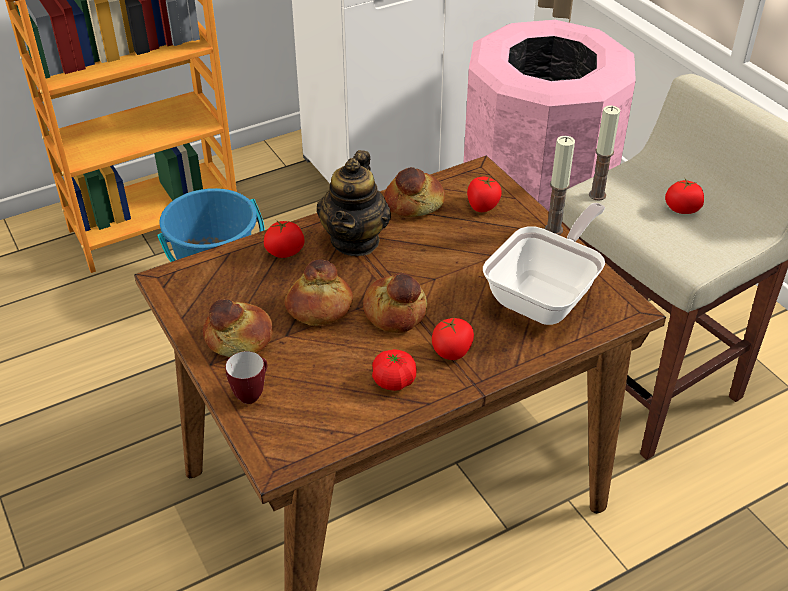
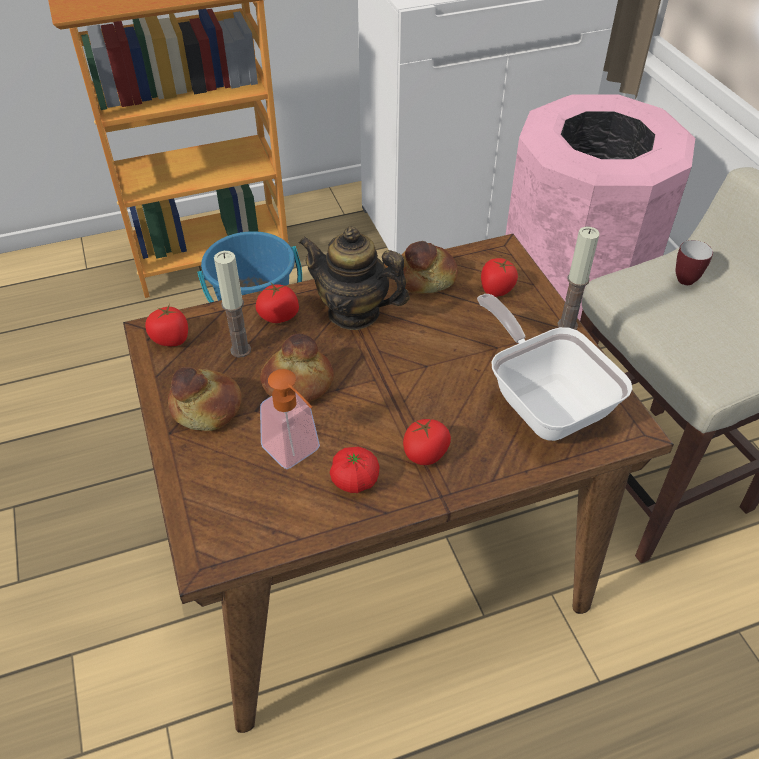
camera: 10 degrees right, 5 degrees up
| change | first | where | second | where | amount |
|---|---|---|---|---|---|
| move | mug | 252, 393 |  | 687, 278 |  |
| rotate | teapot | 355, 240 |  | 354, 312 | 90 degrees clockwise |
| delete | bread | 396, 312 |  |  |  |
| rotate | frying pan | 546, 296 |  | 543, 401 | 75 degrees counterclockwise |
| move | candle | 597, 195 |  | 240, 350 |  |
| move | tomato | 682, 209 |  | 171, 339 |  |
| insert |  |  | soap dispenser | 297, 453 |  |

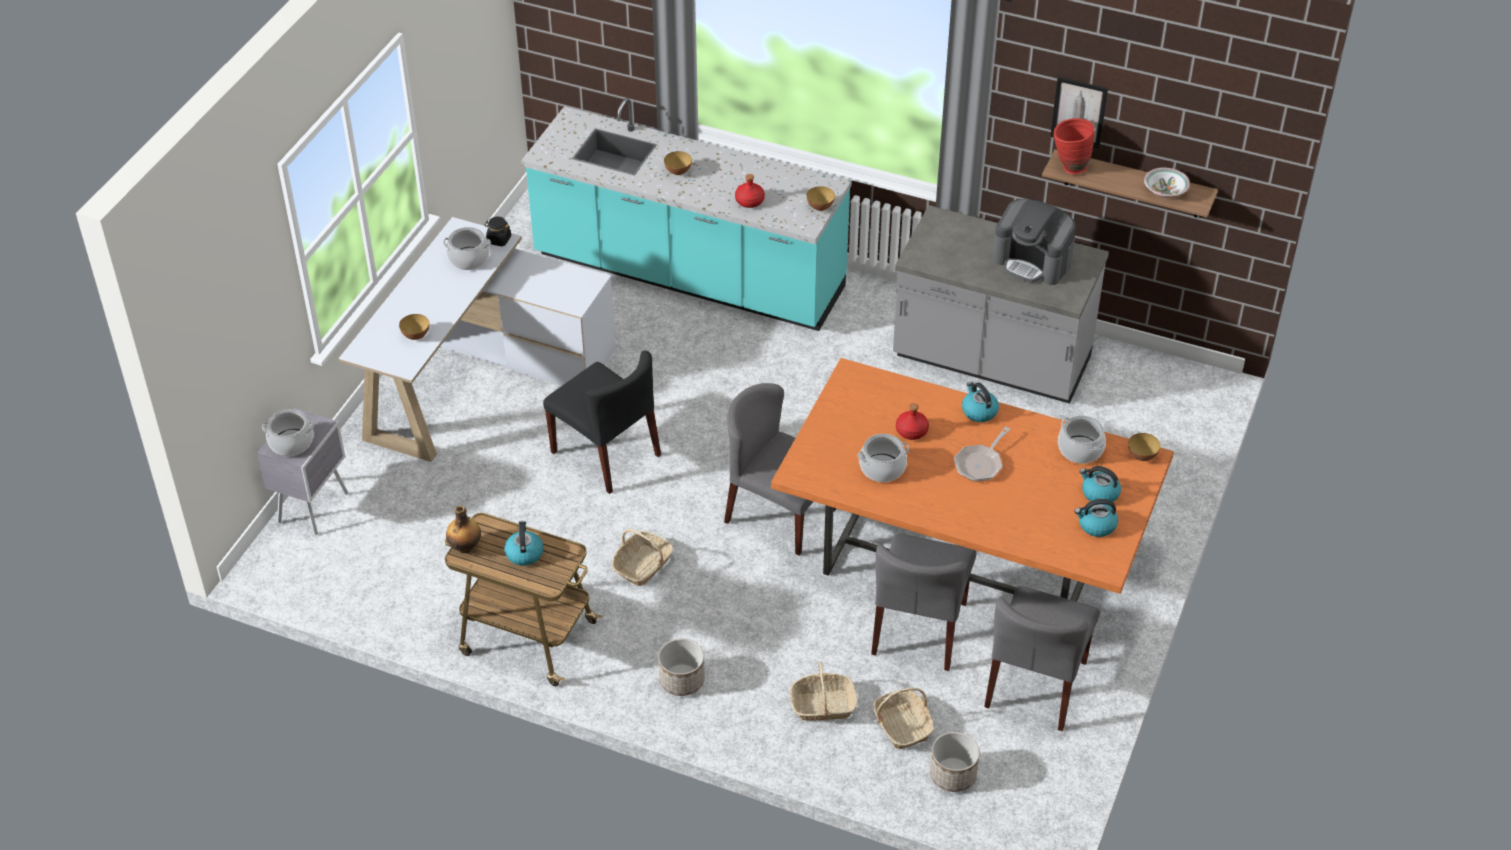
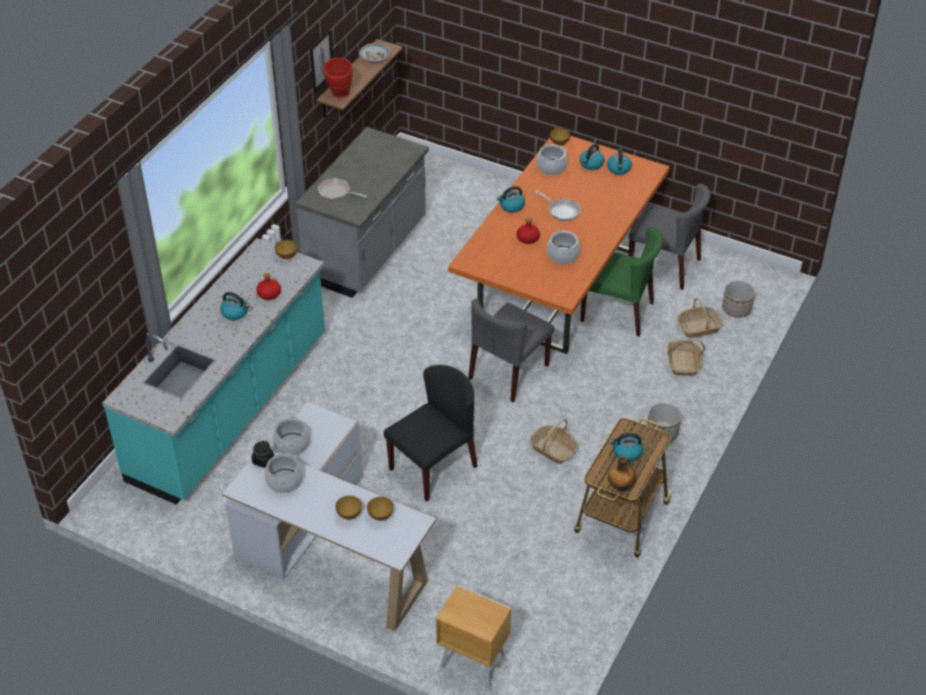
camera: 85 degrees left, 0 degrees up
| change | first | where | second | where | amount |
|---|---|---|---|---|---|
| recolor | nightstand/grey | 315, 507 | nightstand/brown | 472, 663 |  |
| move | cooking pot | 291, 442 |  | 291, 444 |  |
| move | bowl | 678, 172 |  | 349, 515 |  |
| recolor | chair/grey | 920, 629 | chair/green | 618, 312 |  |
| delete | coffee machine | 1032, 261 |  |  |  |
| insert |  |  | kettle | 235, 312 |  |
| insert |  |  | frying pan | 337, 193 |  |

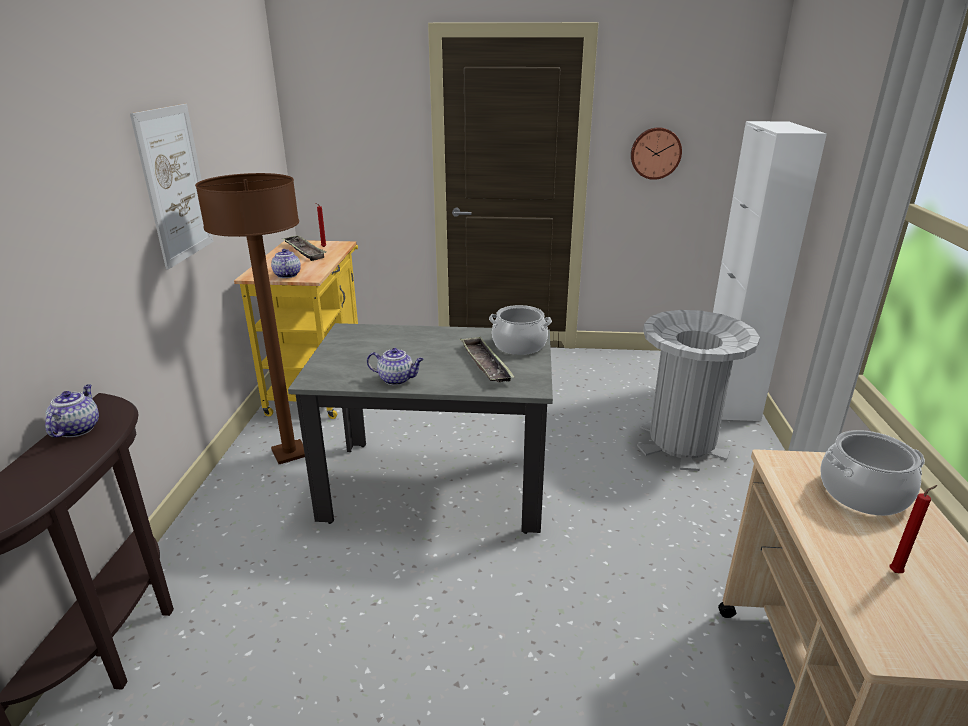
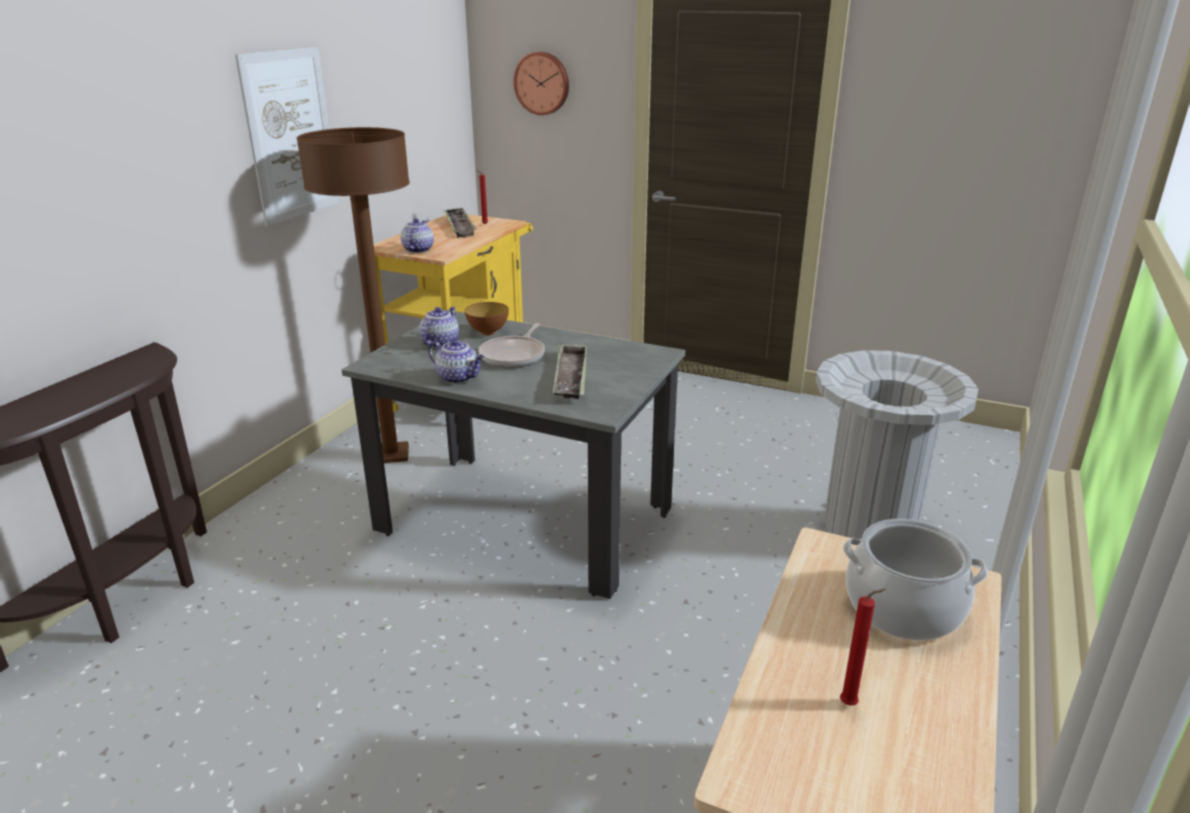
camera: 20 degrees right, 0 degrees up
| change | first | where | second | where | amount |
|---|---|---|---|---|---|
| move | teapot | 77, 429 |  | 440, 343 |  |
| delete | cooking pot | 519, 345 |  |  |  |
| move | wall clock | 655, 153 |  | 542, 83 |  |
| delete | cabinet/white | 729, 398 |  |  |  |
| insert |  |  | bowl | 488, 332 |  |
| insert |  |  | frying pan | 514, 355 |  |

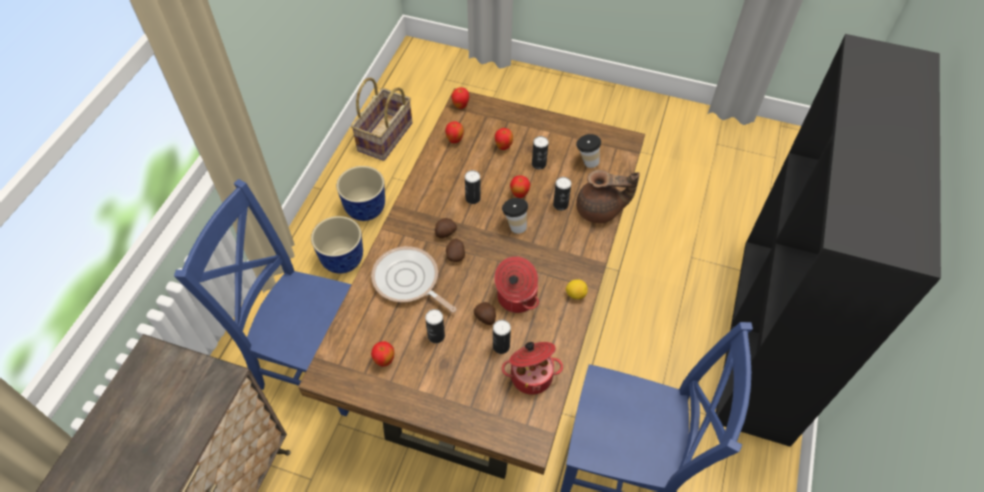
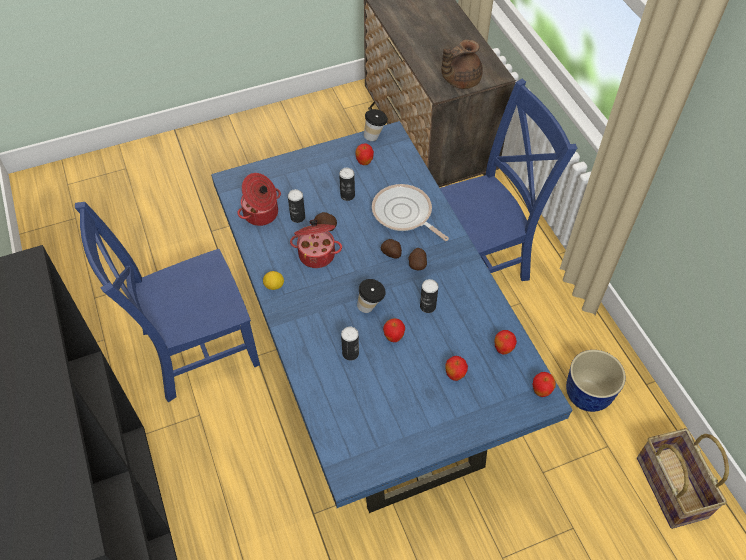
camera: 140 degrees right, 0 degrees up
| change | first | where | second | where | amount |
|---|---|---|---|---|---|
| recolor | dining table/brown | 491, 336 | dining table/blue | 371, 367 |  |
| delete | planter | 343, 260 |  |  |  |
| rotate | frying pan | 408, 281 |  | 404, 214 | 135 degrees counterclockwise |
| delete | can | 539, 164 |  |  |  |
| move | cup | 586, 162 |  | 375, 136 |  |
| move | teapot/brown | 600, 211 |  | 460, 80 |  |

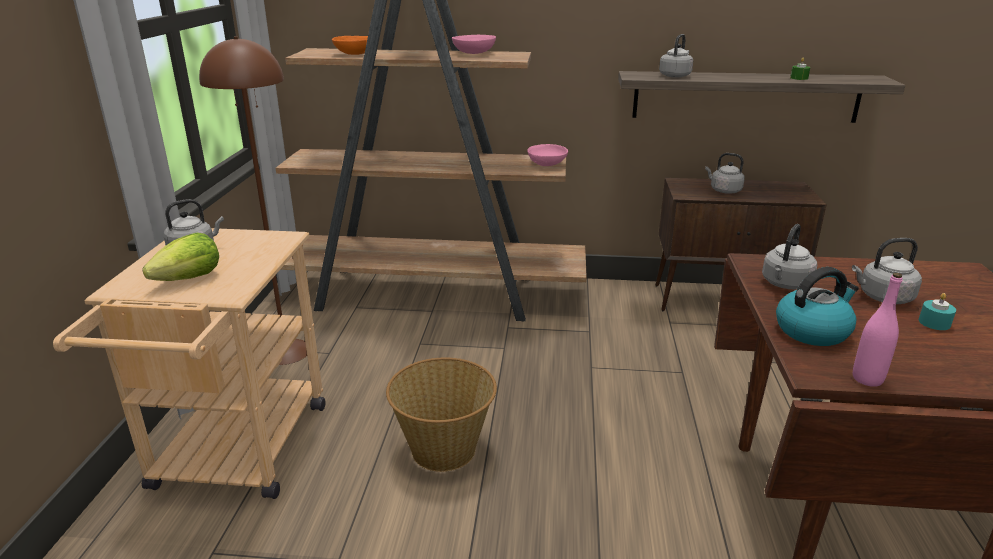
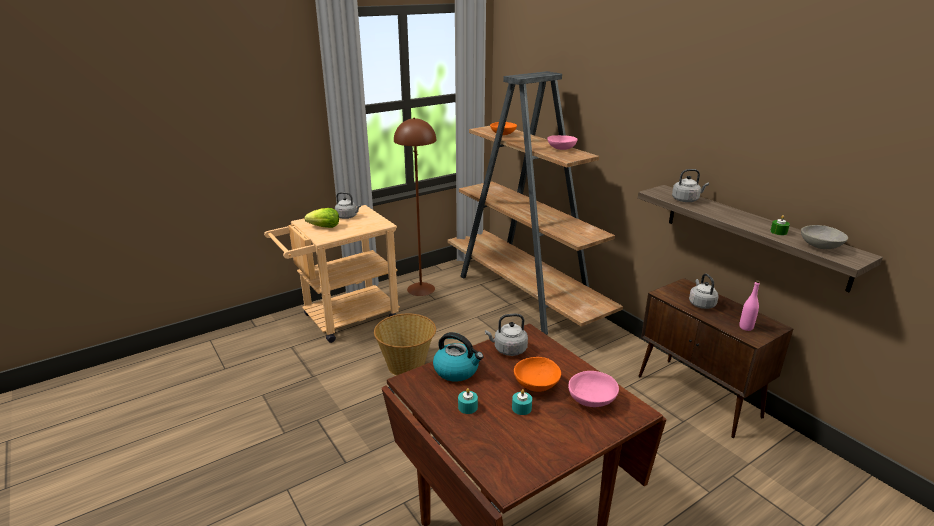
camera: 50 degrees right, 0 degrees up
| change | first | where | second | where | amount |
|---|---|---|---|---|---|
| move | bowl/pink | 547, 164 |  | 592, 400 |  |
| replace | kettle/grey | 882, 297 | bowl/orange | 536, 384 |  |
| move | bottle/pink | 867, 379 |  | 746, 327 |  |
| insert |  |  | candle/turquoise | 467, 407 |  |
| insert |  |  | bowl/grey | 819, 246 |  |

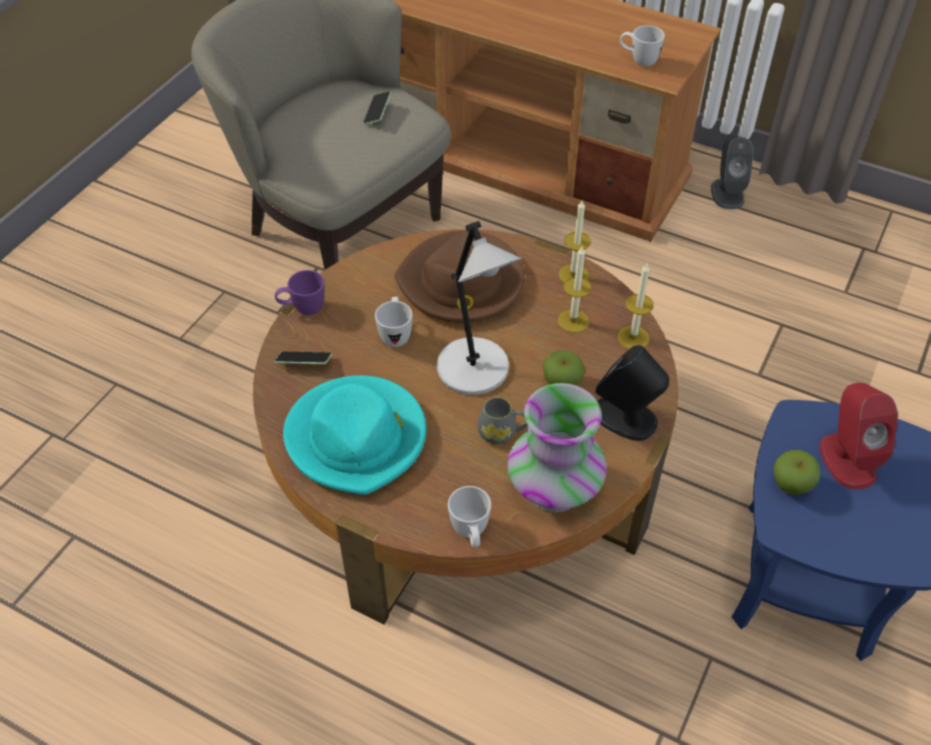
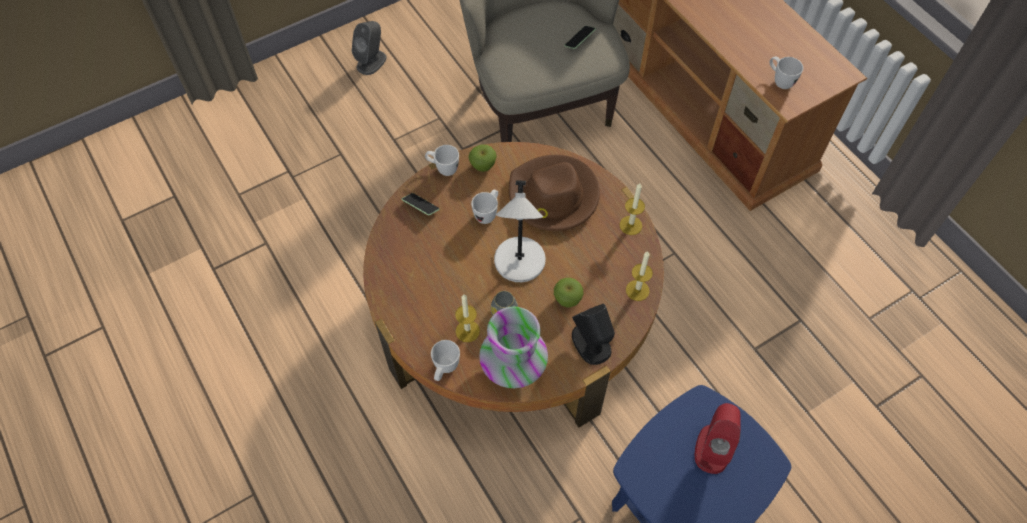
camera: 30 degrees right, 10 degrees up
| change | first | where | second | where | amount |
|---|---|---|---|---|---|
| recolor | mug/purple | 302, 309 | mug/white | 443, 169 |  |
| delete | hat/turquoise | 357, 437 |  |  |  |
| move | candle | 573, 321 |  | 467, 331 |  |
| move | speaker/grey | 727, 193 |  | 371, 61 |  |
| move | apple | 790, 485 |  | 483, 166 |  |

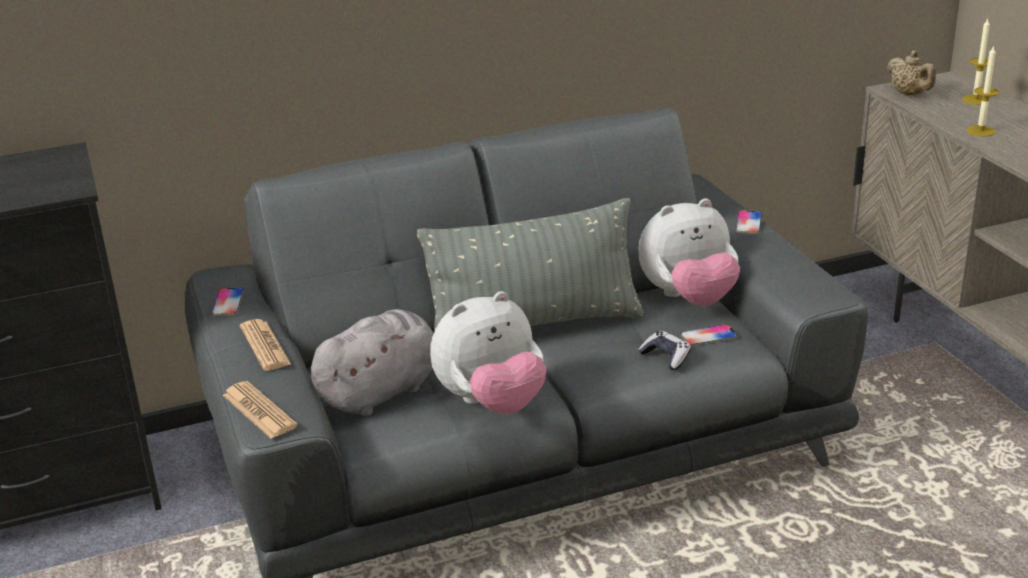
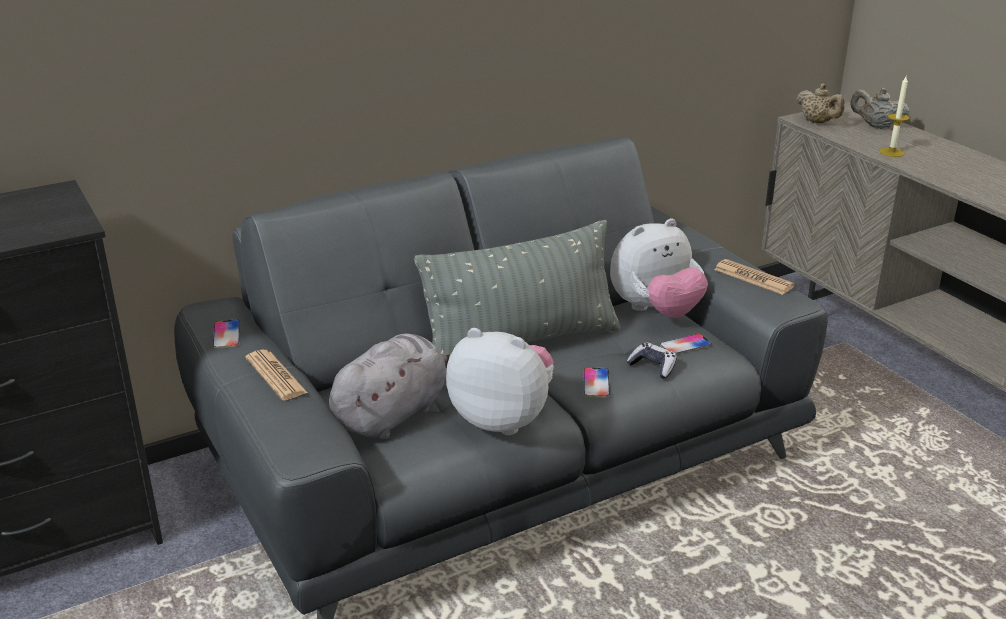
camera: 10 degrees left, 0 degrees up
| change | first | where | second | where | amount |
|---|---|---|---|---|---|
| move | newspaper | 259, 411 |  | 753, 278 |  |
| rotate | plush toy | 491, 403 |  | 503, 419 | 120 degrees counterclockwise |
| move | phone | 748, 223 |  | 596, 383 |  |
| replace | candle | 975, 100 | teapot/beige | 876, 126 |  |

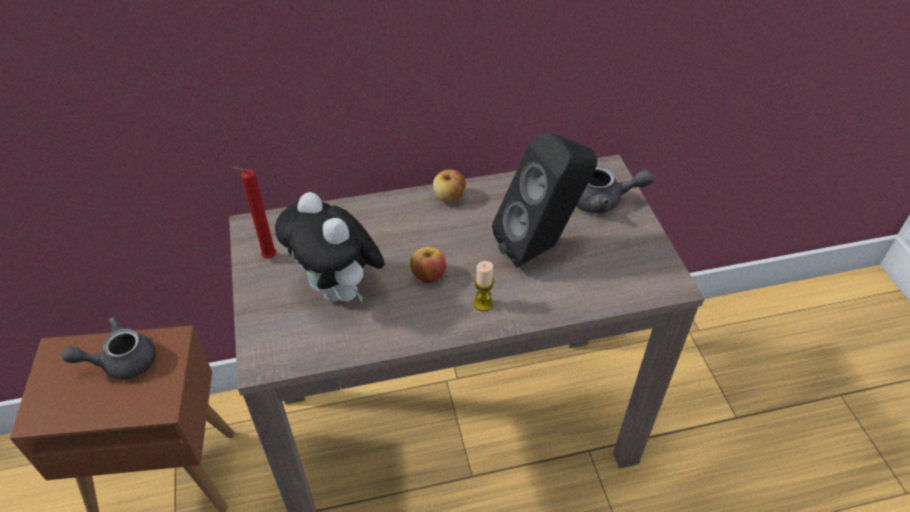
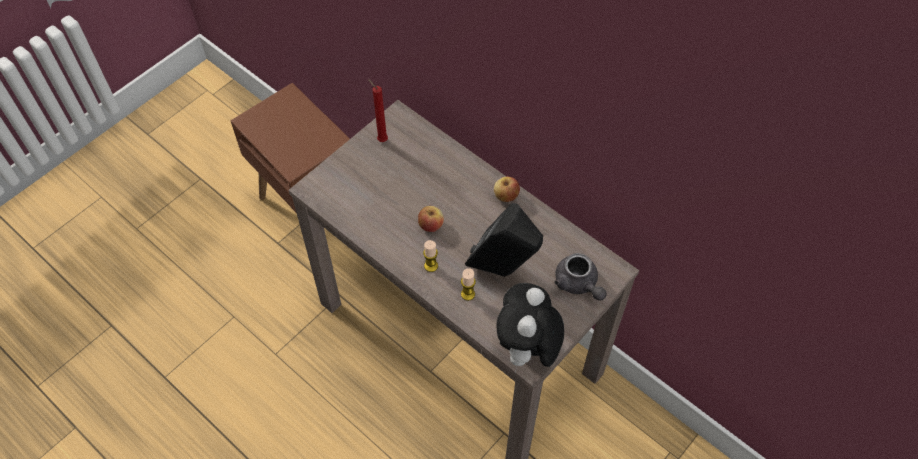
camera: 55 degrees right, 10 degrees up
| change | first | where | second | where | amount |
|---|---|---|---|---|---|
| delete | teapot/grey | 121, 362 |  |  |  |
| move | plush toy | 339, 291 |  | 527, 350 |  |
| insert |  |  | candle | 468, 294 |  |

